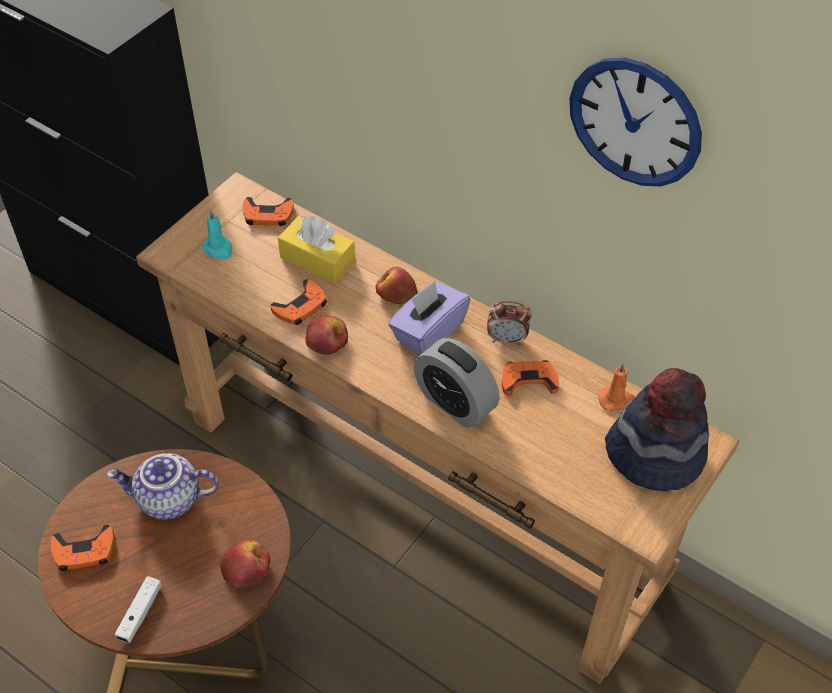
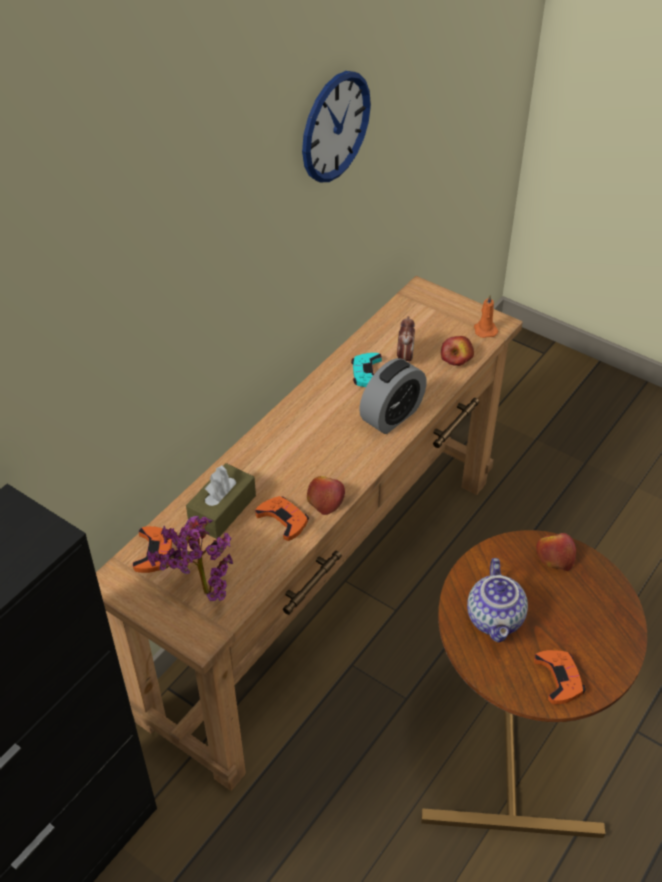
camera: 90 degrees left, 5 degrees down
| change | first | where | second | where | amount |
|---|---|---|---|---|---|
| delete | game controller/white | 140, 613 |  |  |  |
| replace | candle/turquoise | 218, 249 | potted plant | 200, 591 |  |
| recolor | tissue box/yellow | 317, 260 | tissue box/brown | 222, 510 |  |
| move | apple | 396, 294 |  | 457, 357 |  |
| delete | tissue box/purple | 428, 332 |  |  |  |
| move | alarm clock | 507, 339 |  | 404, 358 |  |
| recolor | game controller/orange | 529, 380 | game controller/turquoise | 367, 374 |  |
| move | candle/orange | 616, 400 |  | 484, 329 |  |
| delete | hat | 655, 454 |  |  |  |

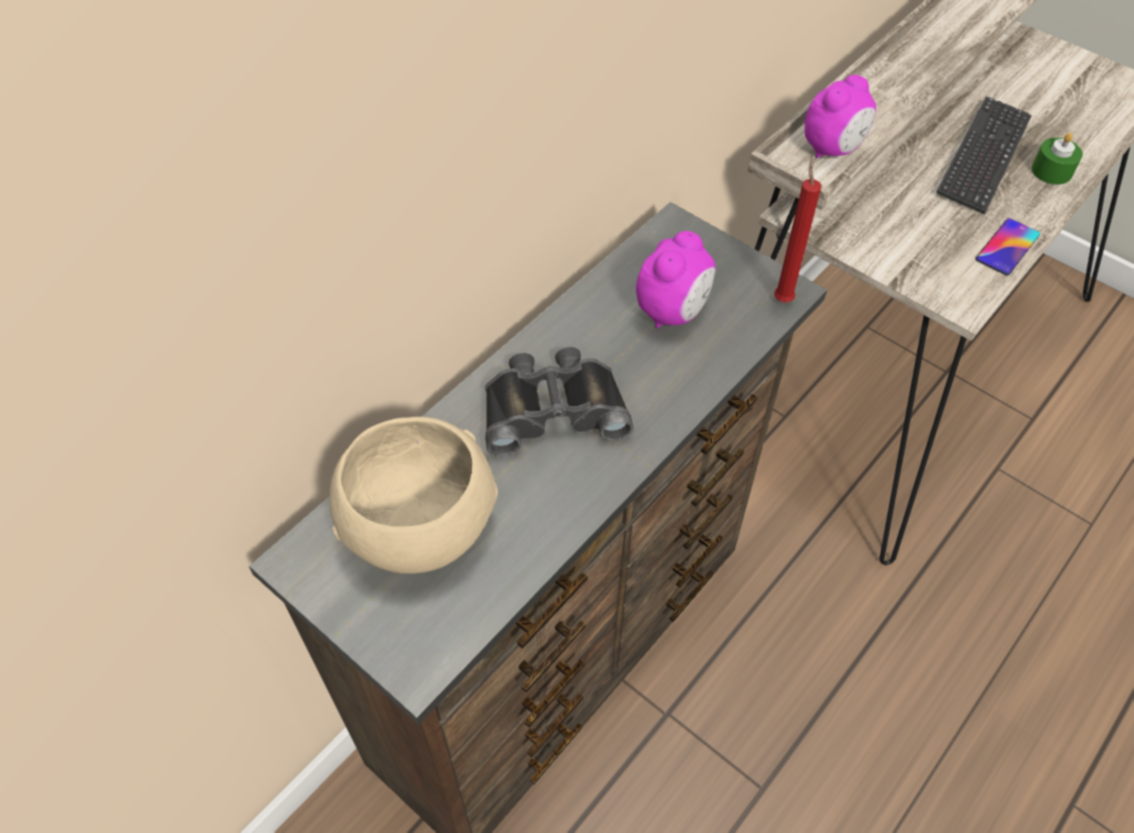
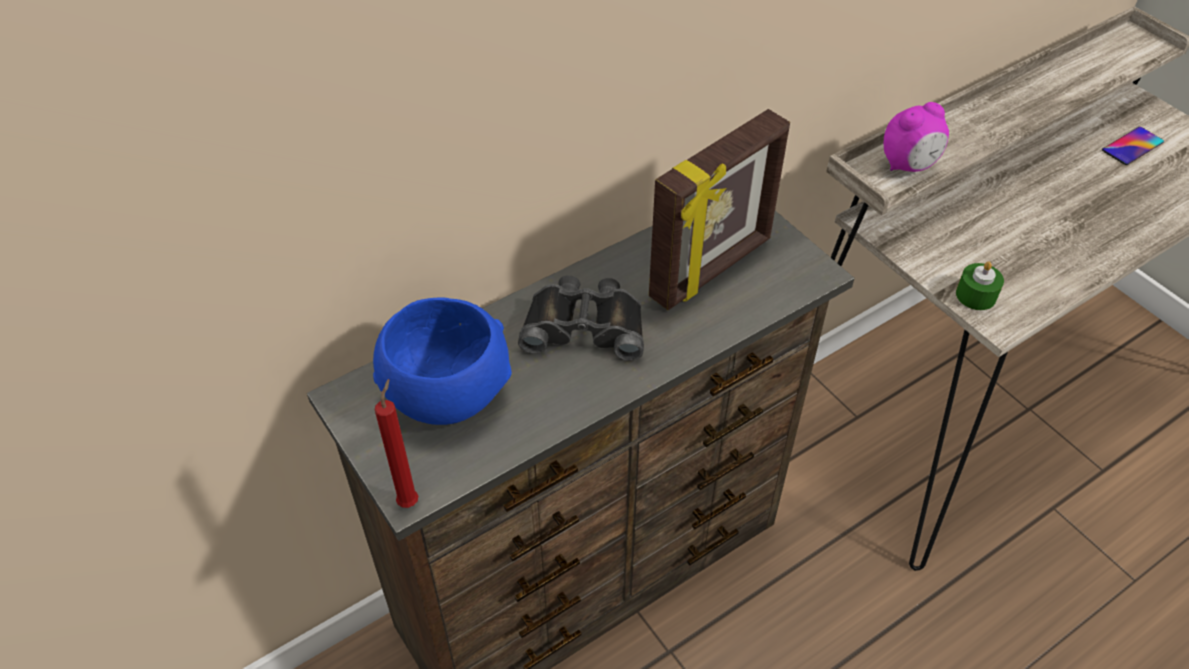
camera: 15 degrees right, 5 degrees down
| change | first | where | second | where | amount |
|---|---|---|---|---|---|
| recolor | bowl/beige | 419, 526 | bowl/blue | 446, 392 |  |
| replace | alarm clock | 673, 311 | picture frame | 712, 269 |  |
| move | candle/red | 782, 298 |  | 410, 500 |  |
| delete | keyboard | 983, 157 |  |  |  |
| move | phone | 1007, 247 |  | 1132, 146 |  |
| move | candle/green | 1051, 171 |  | 976, 295 |  |

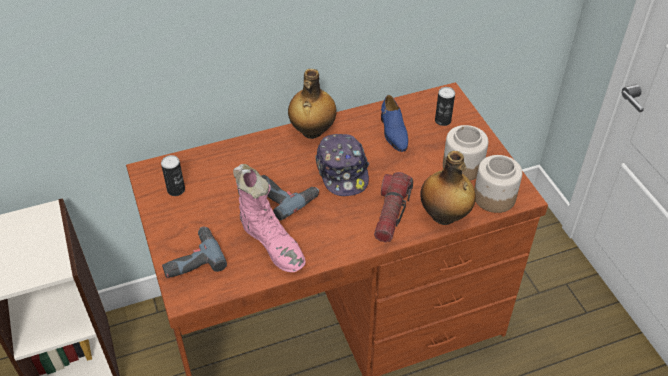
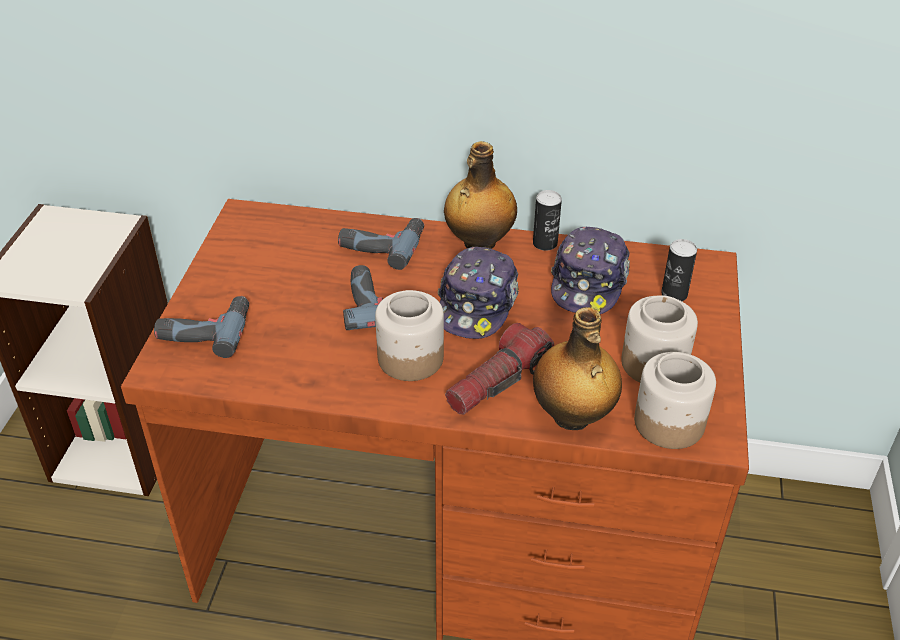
camera: 30 degrees right, 5 degrees down
| change | first | where | second | where | amount |
|---|---|---|---|---|---|
| move | can | 176, 190 |  | 545, 243 |  |
| delete | boot/pink | 272, 244 |  |  |  |
| replace | shoe/blue | 393, 132 | cap | 589, 283 |  |
| insert |  |  | power drill | 382, 244 |  |
| insert |  |  | jar | 409, 358 |  |

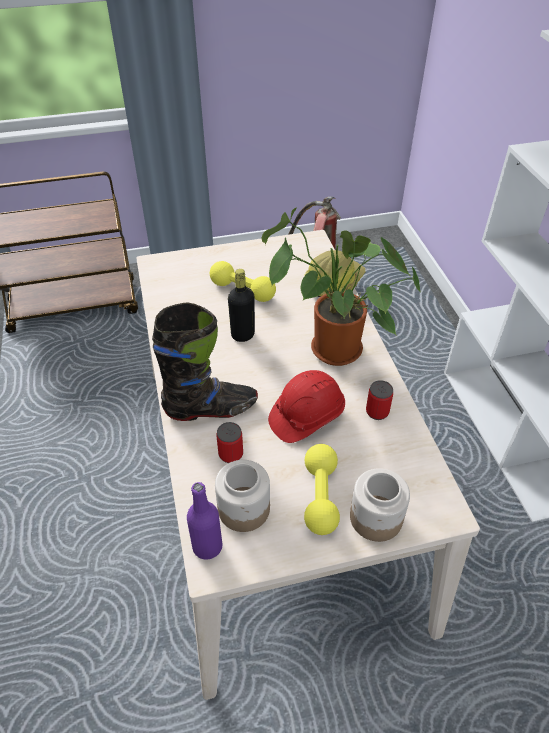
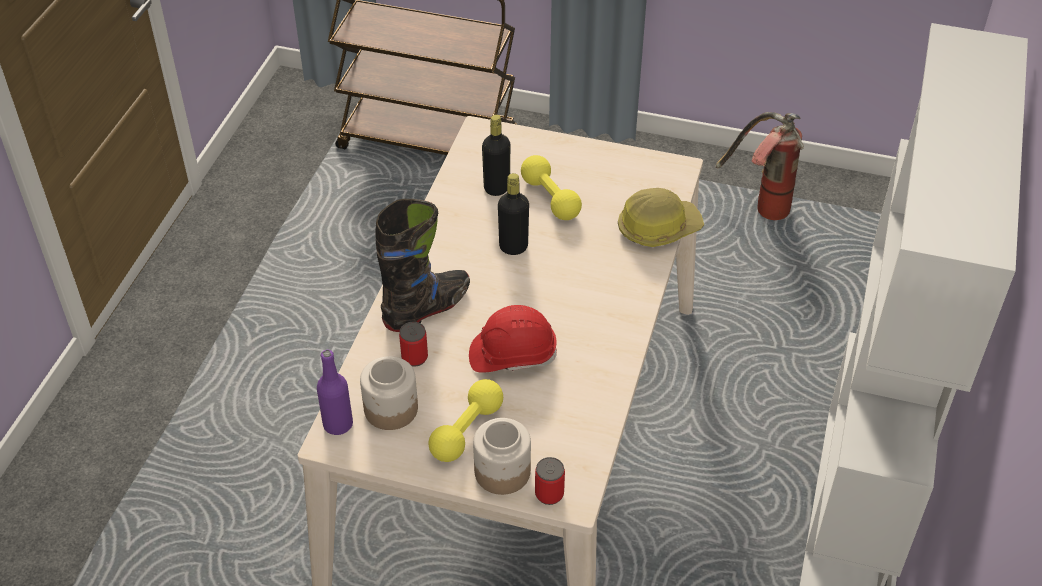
camera: 30 degrees right, 0 degrees up
| change | first | where | second | where | amount |
|---|---|---|---|---|---|
| rotate | boot/black | 211, 409 |  | 427, 308 | 60 degrees counterclockwise |
| delete | potted plant | 330, 351 |  |  |  |
| move | can | 377, 412 |  | 549, 494 |  |
| insert |  |  | bottle/black | 496, 188 |  |

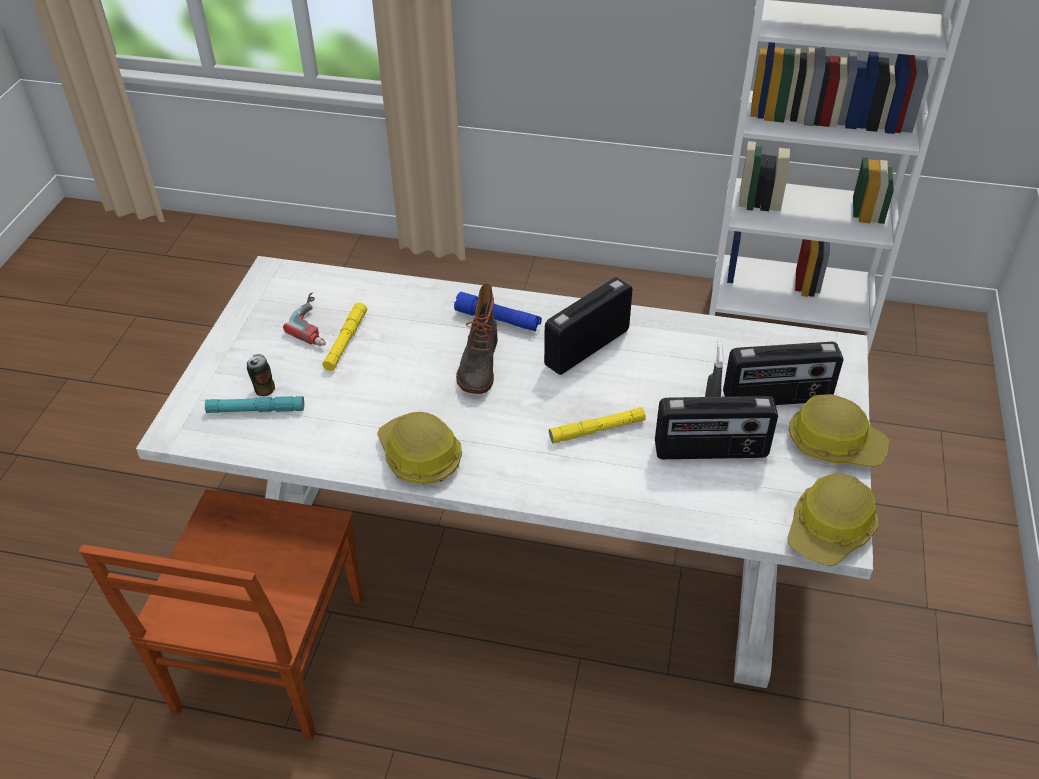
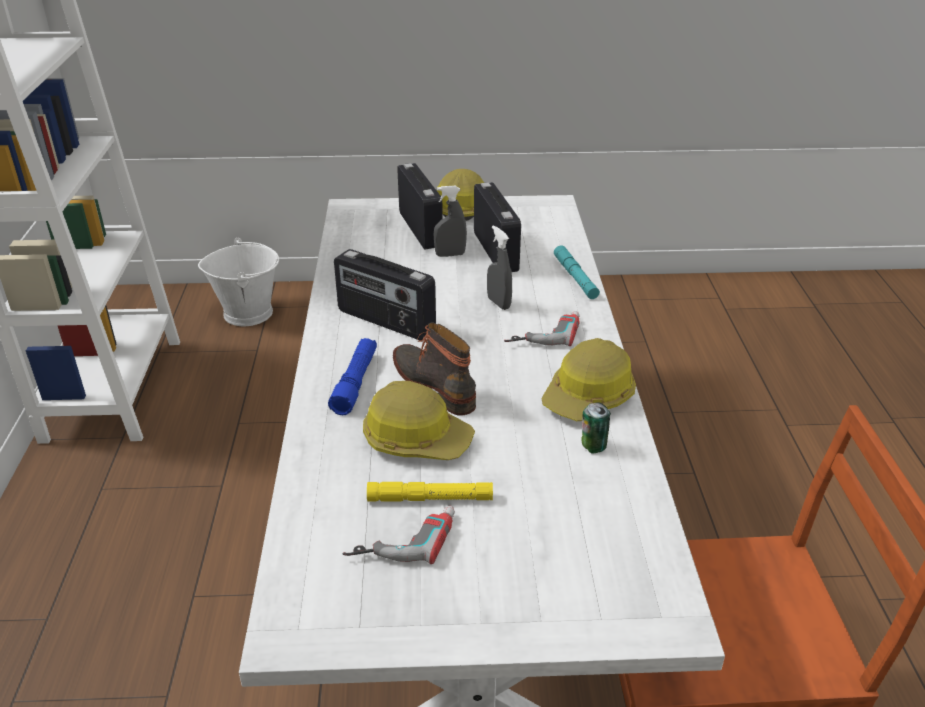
camera: 105 degrees left, 10 degrees down
| change | first | where | second | where | amount |
|---|---|---|---|---|---|
| move | flashlight/turquoise | 256, 410 |  | 575, 277 |  |
| move | can | 264, 389 |  | 593, 446 |  |
| rotate | boot | 478, 364 |  | 436, 384 | 120 degrees counterclockwise |
| replace | flashlight/yellow | 597, 430 | spray bottle/grey | 498, 303 |  |
| move | hard hat | 830, 529 |  | 416, 438 |  |
| insert |  |  | bucket/white | 248, 312 |  |
| insert |  |  | power drill | 543, 332 |  |

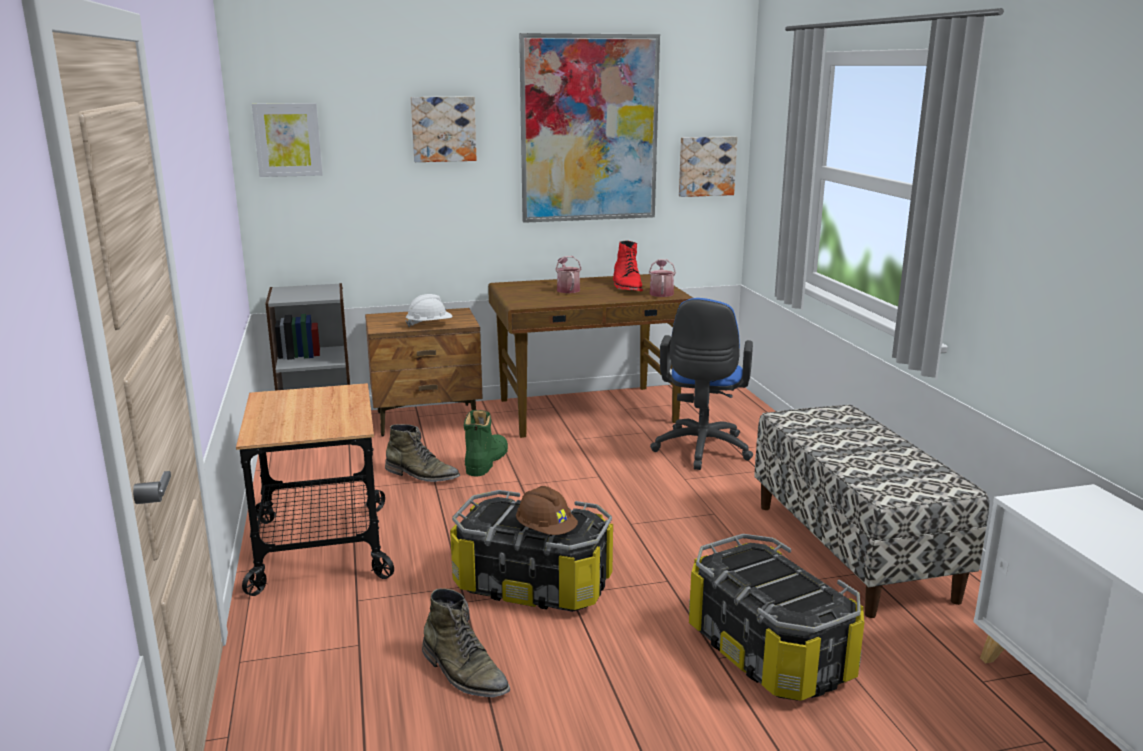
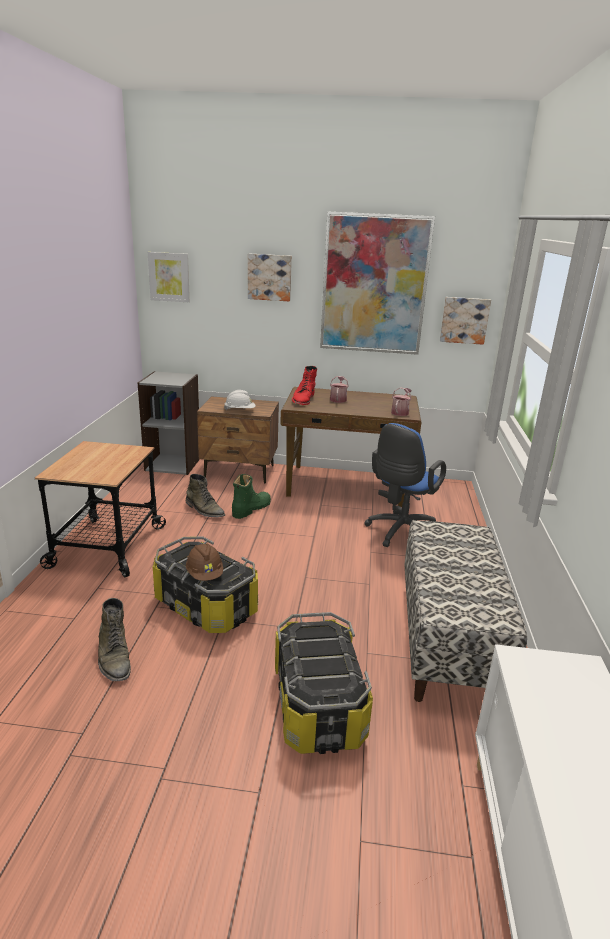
camera: 20 degrees right, 5 degrees up
| change | first | where | second | where | amount |
|---|---|---|---|---|---|
| move | boot/red | 627, 286 |  | 303, 399 |  |

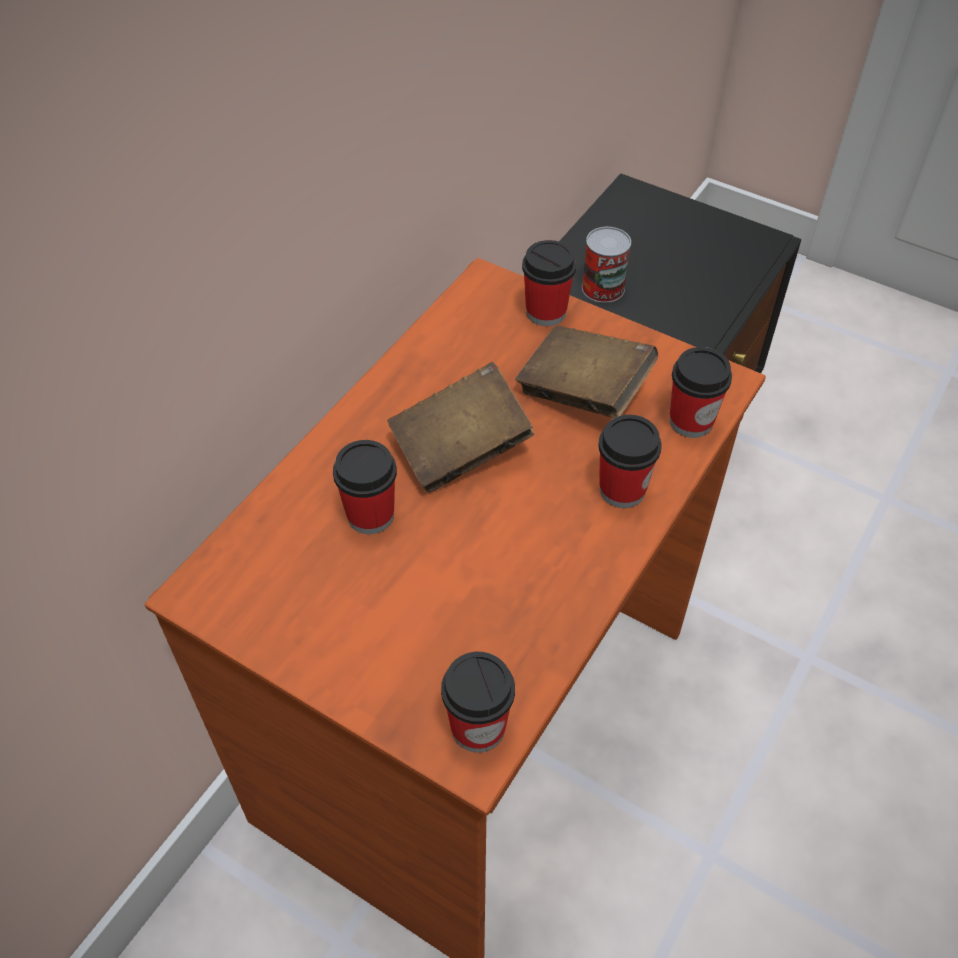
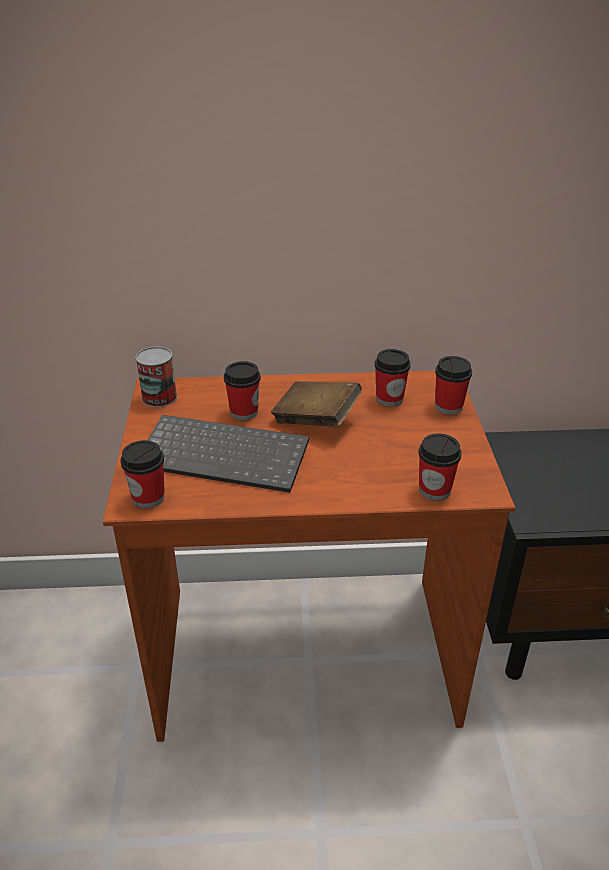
camera: 55 degrees right, 15 degrees down
| change | first | where | second | where | amount |
|---|---|---|---|---|---|
| delete | book/brown | 583, 392 |  |  |  |
| move | can | 603, 288 |  | 159, 397 |  |
| move | cup | 622, 490 |  | 389, 399 |  |
| insert |  |  | keyboard | 226, 455 |  |

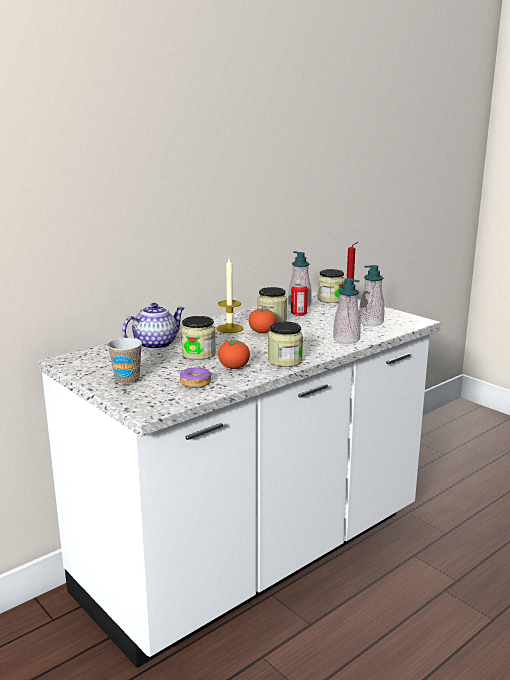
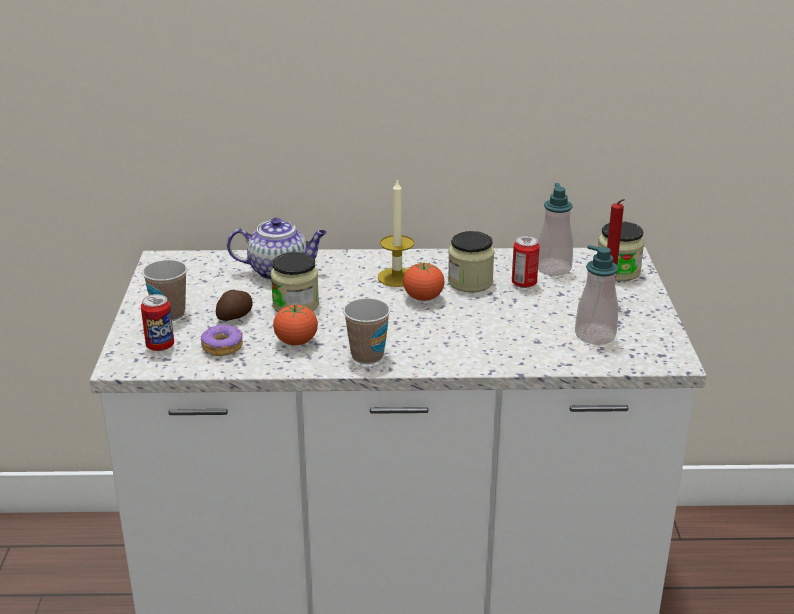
camera: 40 degrees right, 10 degrees up
| change | first | where | second | where | amount |
|---|---|---|---|---|---|
| replace | jar | 284, 361 | cup | 367, 356 |  |
| delete | soap dispenser | 346, 340 |  |  |  |
| insert |  |  | can | 160, 346 |  |
| insert |  |  | potato | 236, 316 |  |

